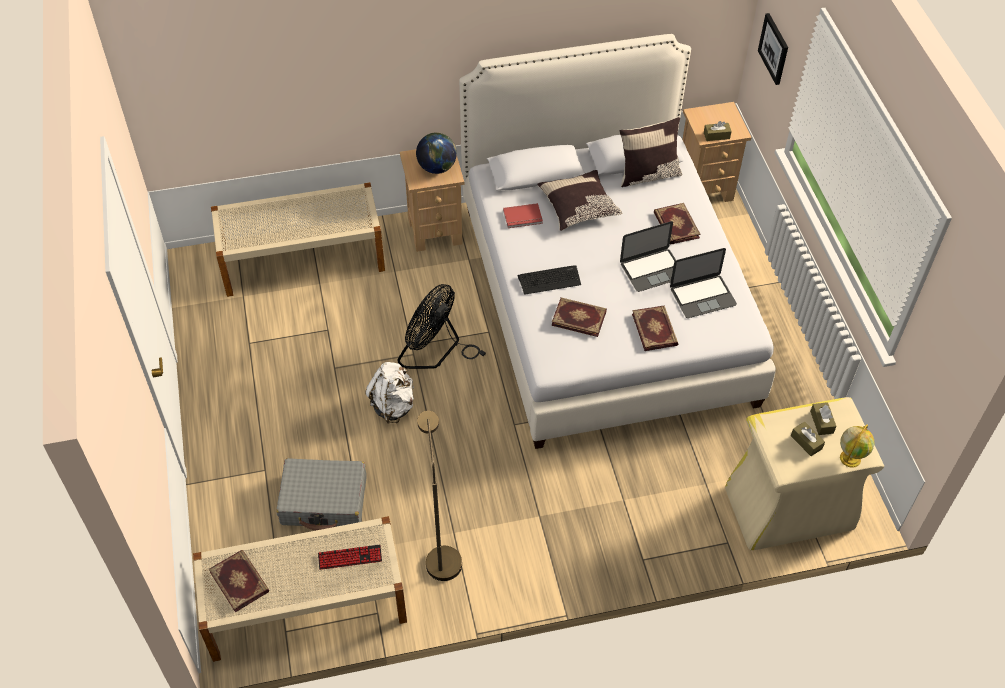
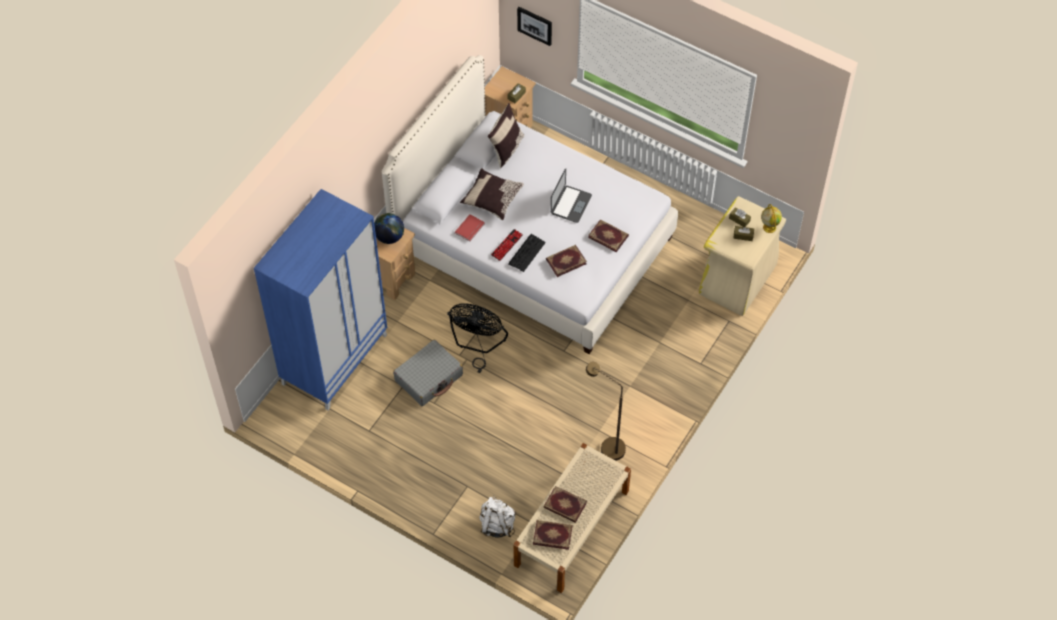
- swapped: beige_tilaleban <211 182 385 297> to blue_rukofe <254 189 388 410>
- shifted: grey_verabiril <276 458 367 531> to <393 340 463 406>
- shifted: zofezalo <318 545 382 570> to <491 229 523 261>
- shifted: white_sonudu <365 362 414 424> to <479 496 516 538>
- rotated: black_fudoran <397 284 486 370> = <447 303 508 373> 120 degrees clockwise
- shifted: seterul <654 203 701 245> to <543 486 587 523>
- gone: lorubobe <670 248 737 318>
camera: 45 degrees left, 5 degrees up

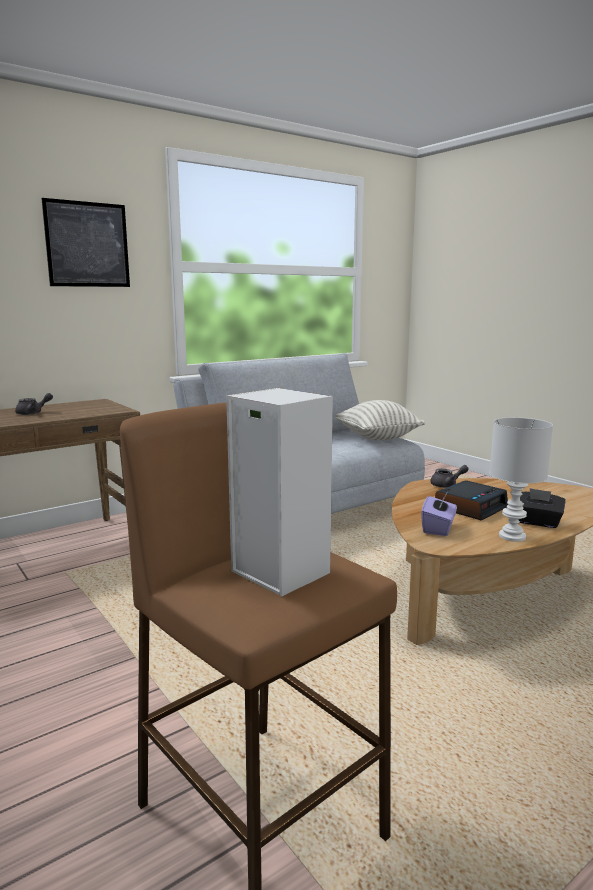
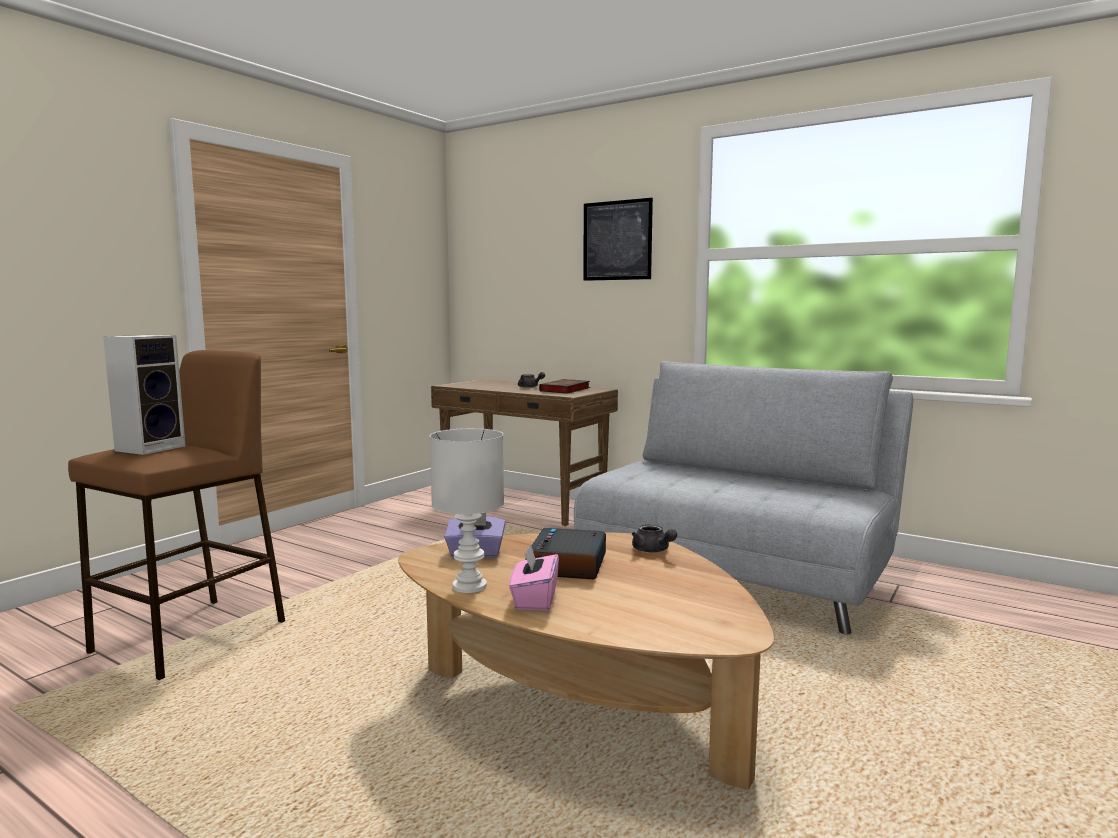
- gone: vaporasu <335 400 425 440>
- rotated: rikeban <435 481 508 521> = <525 528 606 579> 75 degrees clockwise
- repainted: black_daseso <518 488 566 528> to pink_daseso <509 544 559 611>
- new: seterul <539 379 590 394>
camera: 70 degrees right, 5 degrees down

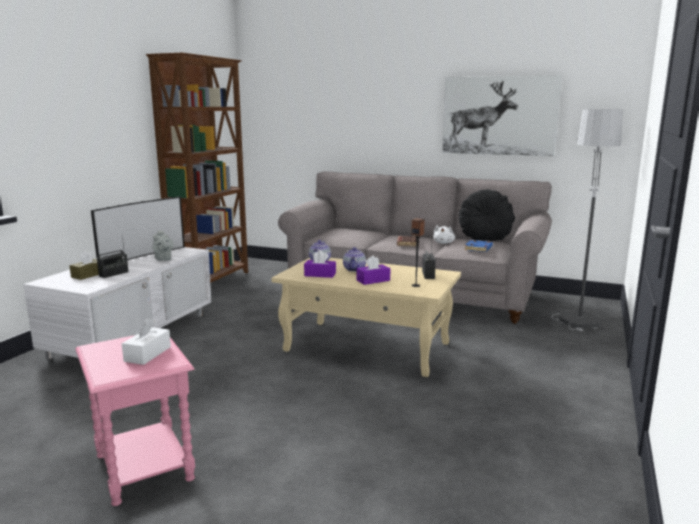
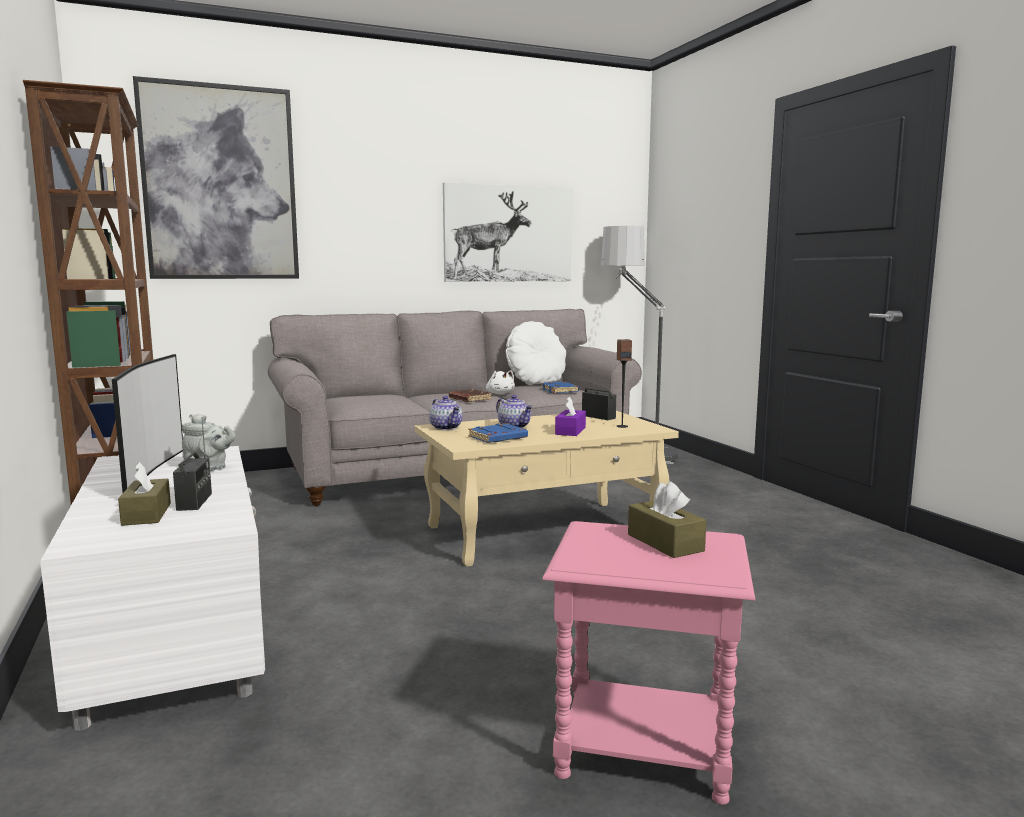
- repainted: white_daseso <122 319 171 365> to brown_daseso <628 481 706 558>
- swapped: purple_daseso <304 250 336 278> to blue_seterul <468 423 528 443>
- repainted: black_vaporasu <459 189 515 241> to white_vaporasu <506 321 566 385>
- new: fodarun <133 76 299 279>
camera: 45 degrees left, 5 degrees down

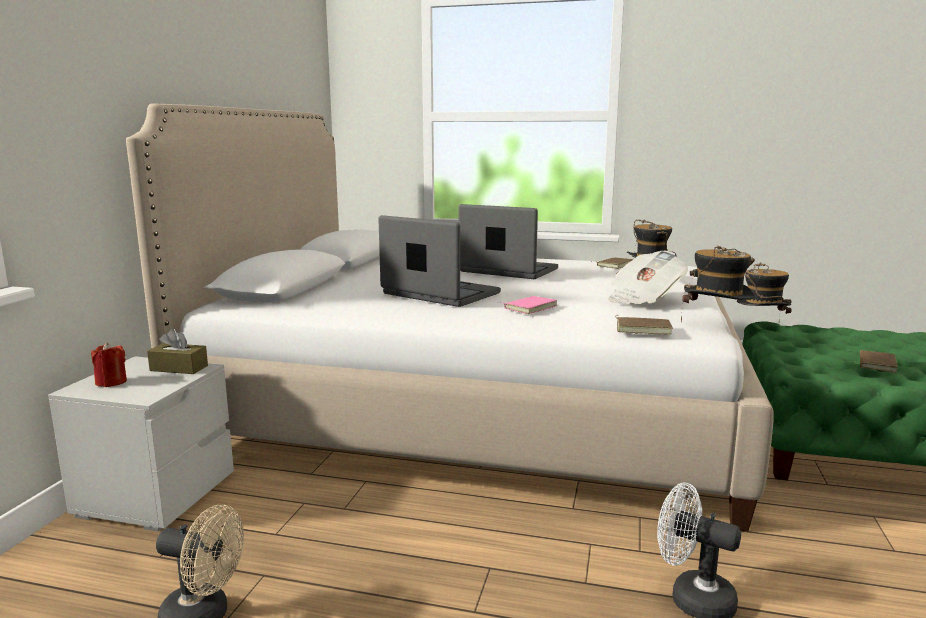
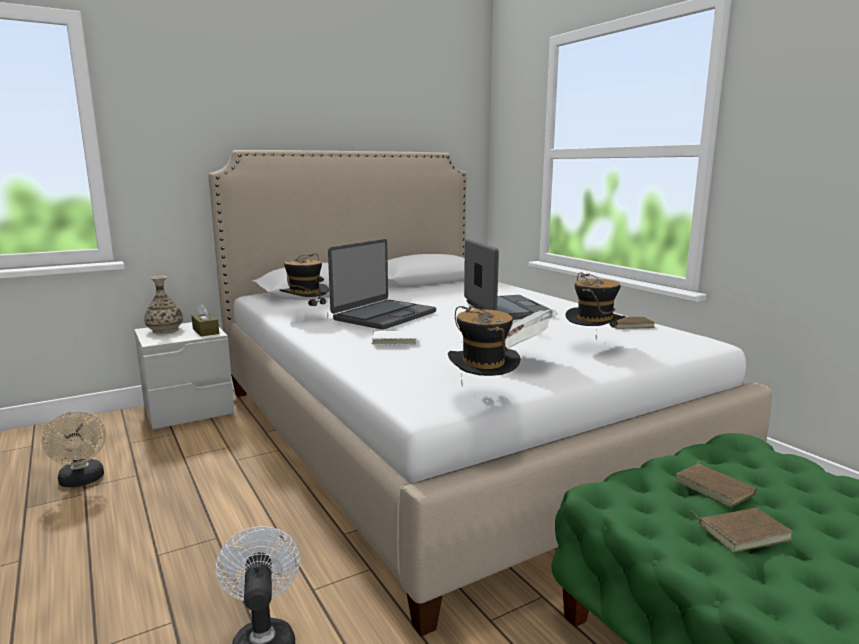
- swapped: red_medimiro <91 342 127 387> to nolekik <144 276 183 334>
- rotated: lorubobe <378 215 501 307> = <328 239 436 330> 45 degrees clockwise
- repainted: pink_seterul <497 296 557 314> to white_seterul <371 329 417 345>
- shifted: brown_seterul <615 315 673 335> to <675 461 757 507>
- shifted: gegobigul <737 262 792 322> to <280 254 329 317>
camera: 45 degrees right, 0 degrees up

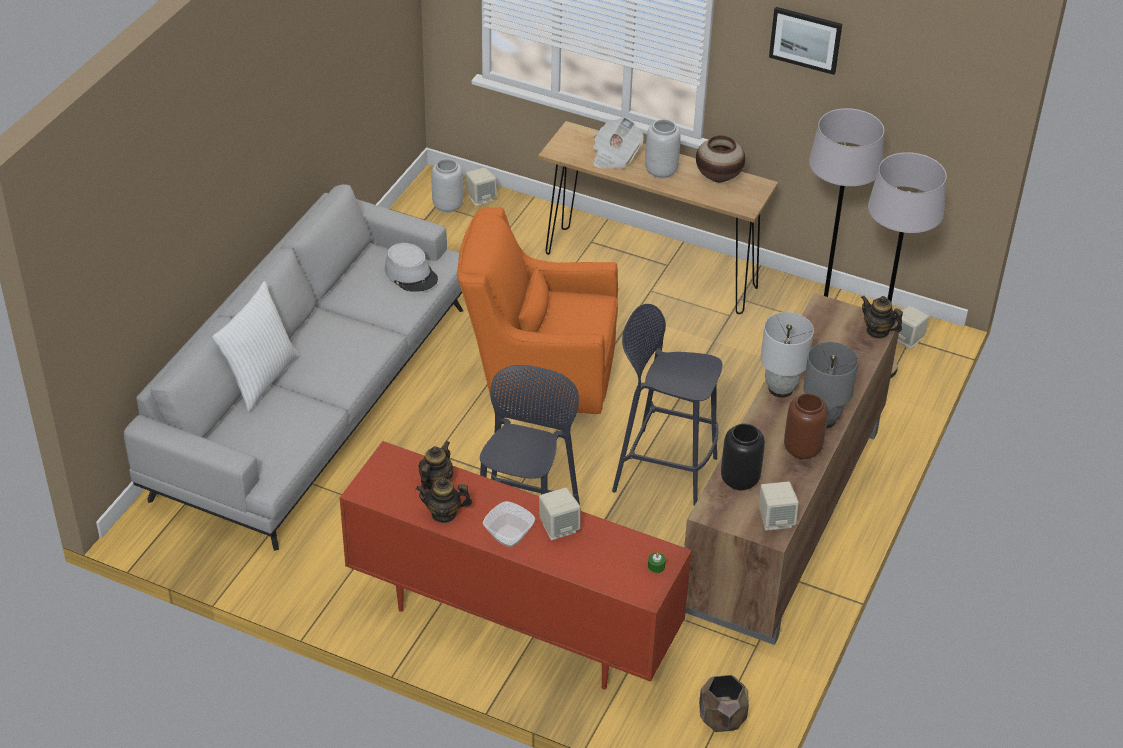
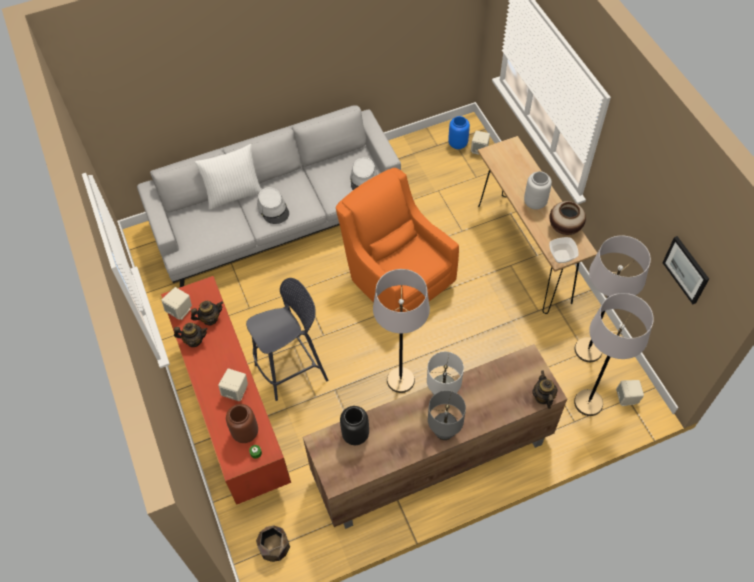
- rotated: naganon <416 478 472 523> = <174 323 208 347> 135 degrees clockwise
- repainted: grey_nolekik <431 159 463 213> to blue_nolekik <448 116 470 149>
- shifted: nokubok <483 501 535 547> to <549 237 579 263>
- gone: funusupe <593 117 644 169>
- swapped: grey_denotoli <612 304 722 506> to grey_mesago <373 269 430 393>
- shifted: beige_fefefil <759 481 799 531> to <161 287 192 320>
- shifted: fodarun <769 7 842 75> to <663 236 709 304>
- shifted: brown_nolekik <784 393 828 459> to <226 404 258 443>
- new: grey_gegobigul <257 187 289 224>
camera: 45 degrees right, 15 degrees up

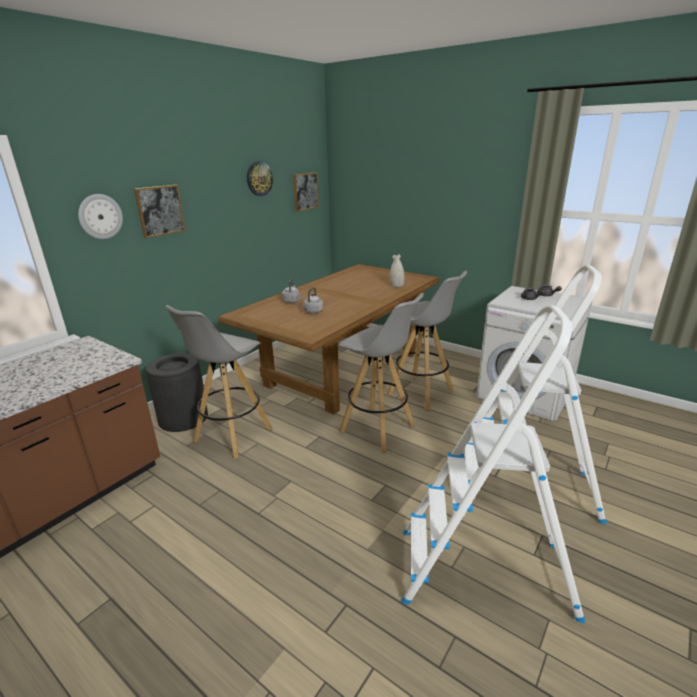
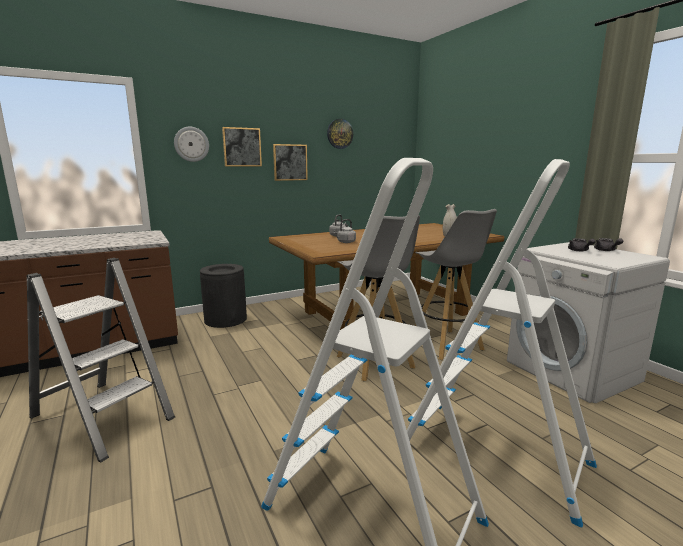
- gone: grey_denotoli <165 305 273 459>
- shifted: fodarun <293 172 319 211> to <273 144 308 181>
- new: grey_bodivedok <27 258 175 463>
camera: 25 degrees right, 10 degrees down

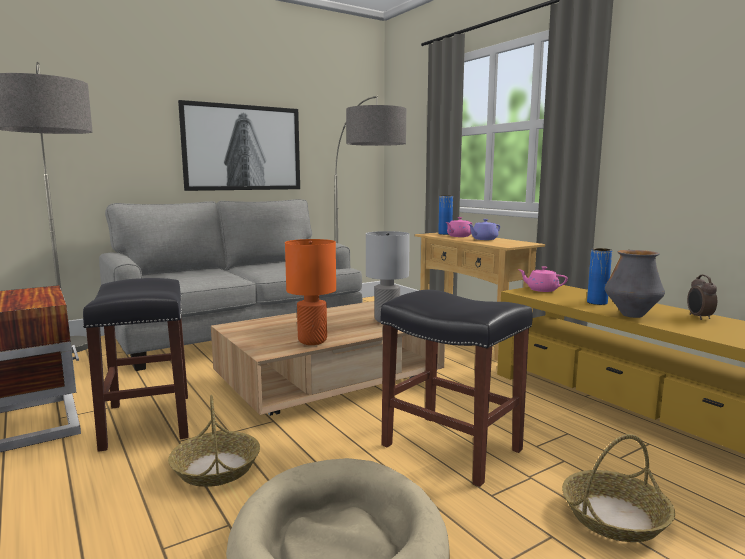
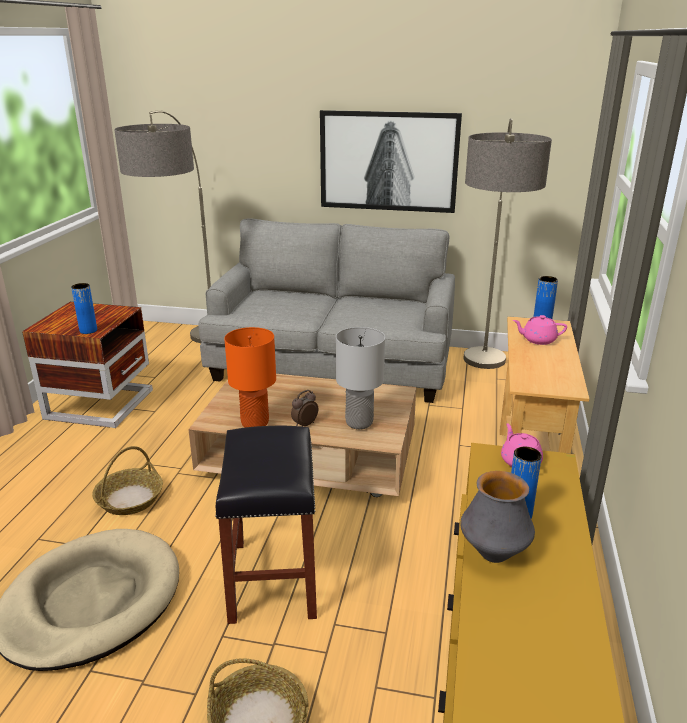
- gone: black_denotoli <83 278 189 452>
- gone: purple_naganon <468 219 500 240>
- shifted: rikeban <687 275 717 320> to <291 390 318 427>
- new: blue_nolekik <71 283 97 334>
camera: 45 degrees right, 15 degrees up

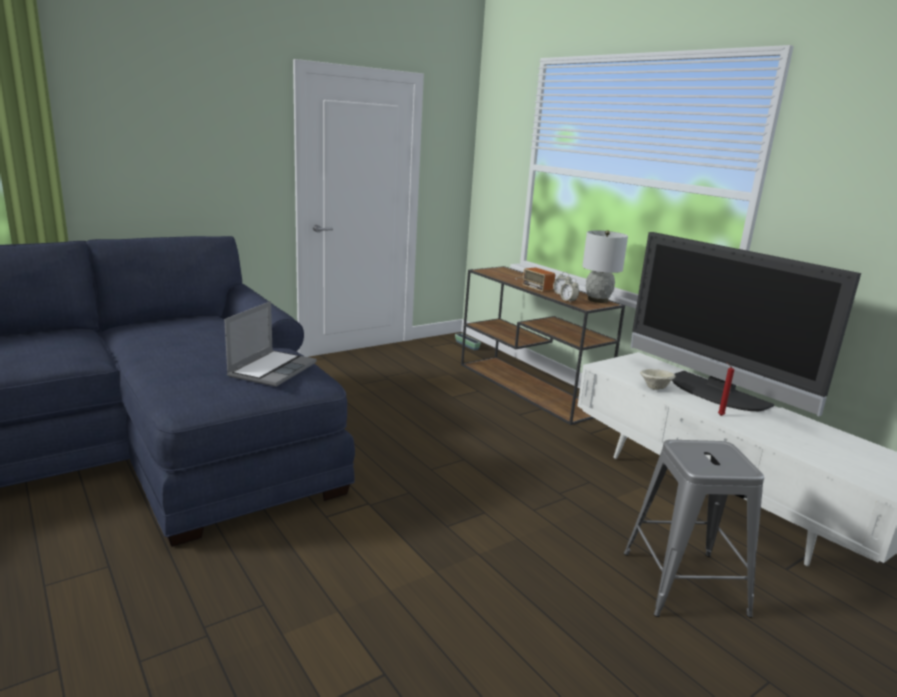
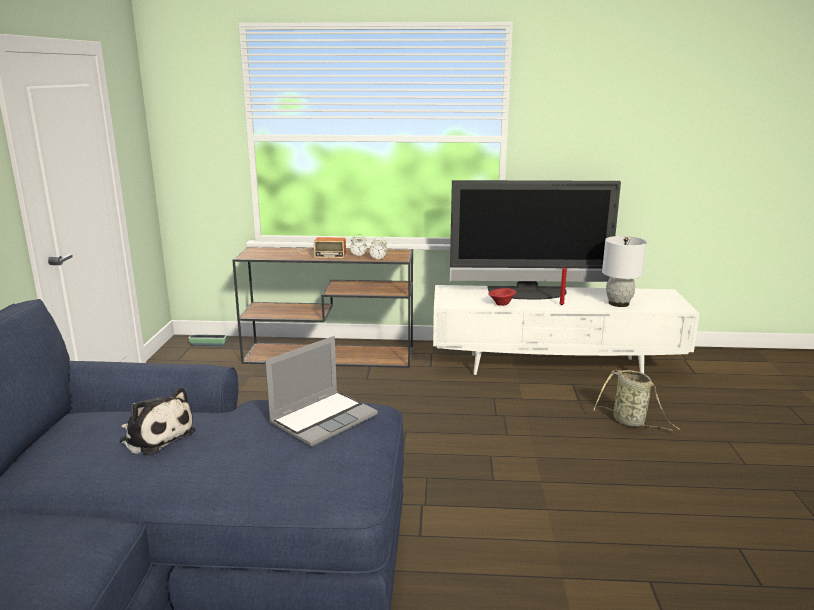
- rotated: lorubobe <224 301 316 387> = <265 336 378 447> 75 degrees clockwise
- shifted: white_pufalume <582 230 628 303> to <602 236 647 307>
- swapped: grey_denotoli <624 440 764 618> to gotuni <593 370 680 431>
- repainted: beige_nokubok <640 369 675 390> to red_nokubok <488 288 517 306>
- new: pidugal <120 388 196 456>
camera: 50 degrees left, 0 degrees up

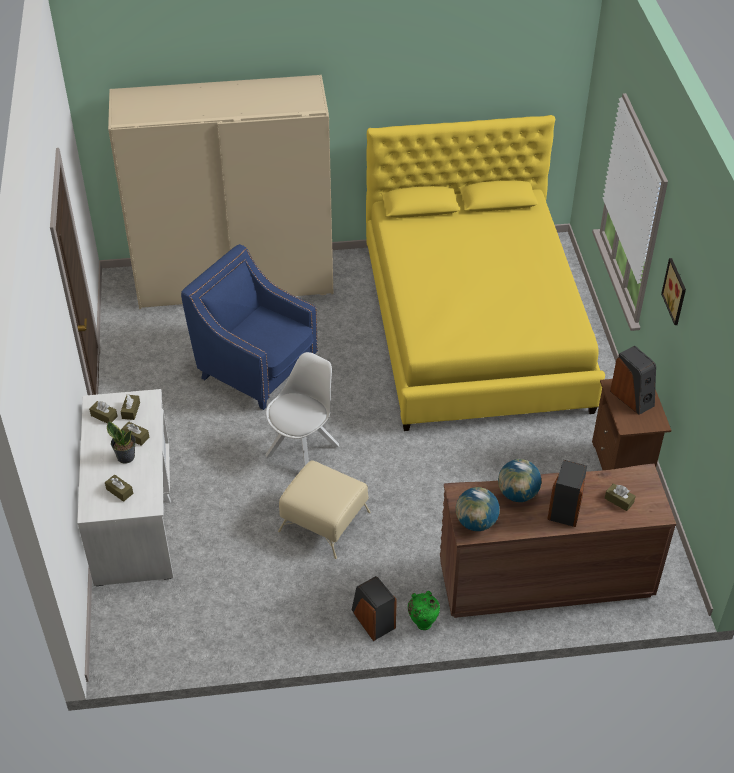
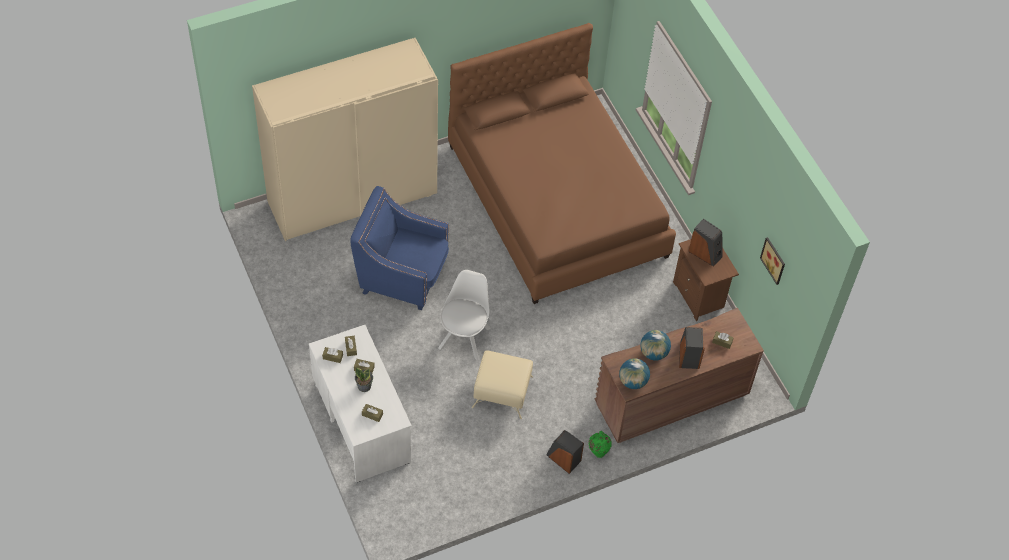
- repainted: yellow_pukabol <366 115 605 431> to brown_pukabol <448 23 676 304>
- shifted: fodarun <661 258 686 325> to <760 237 785 285>
camera: 20 degrees left, 10 degrees up

